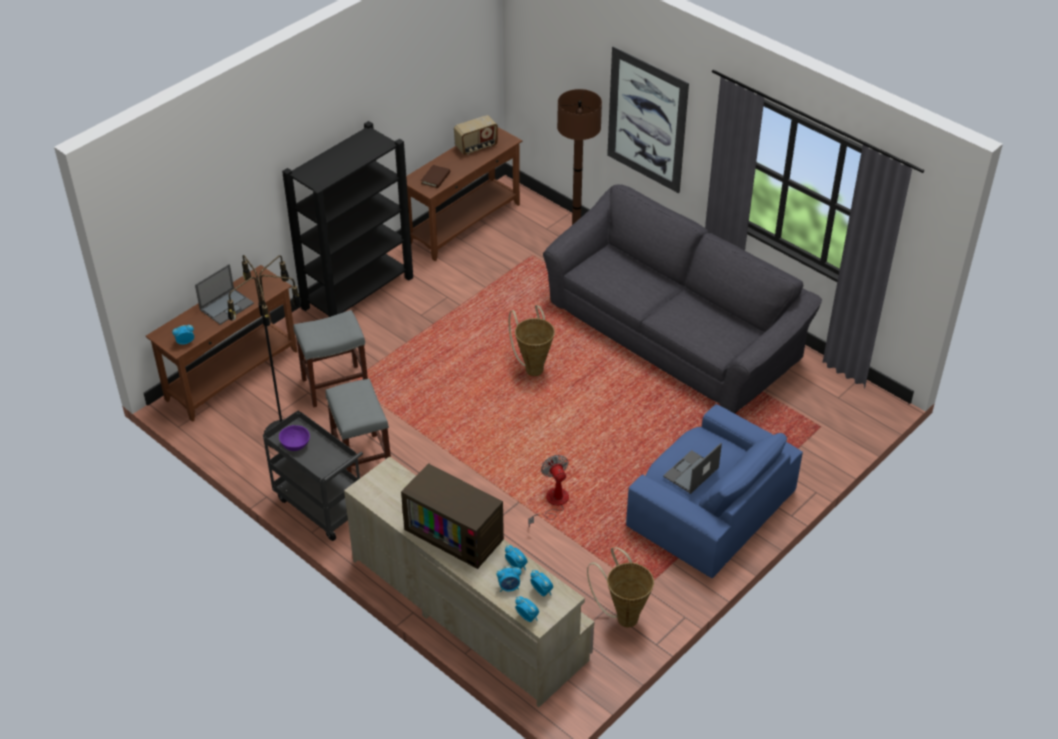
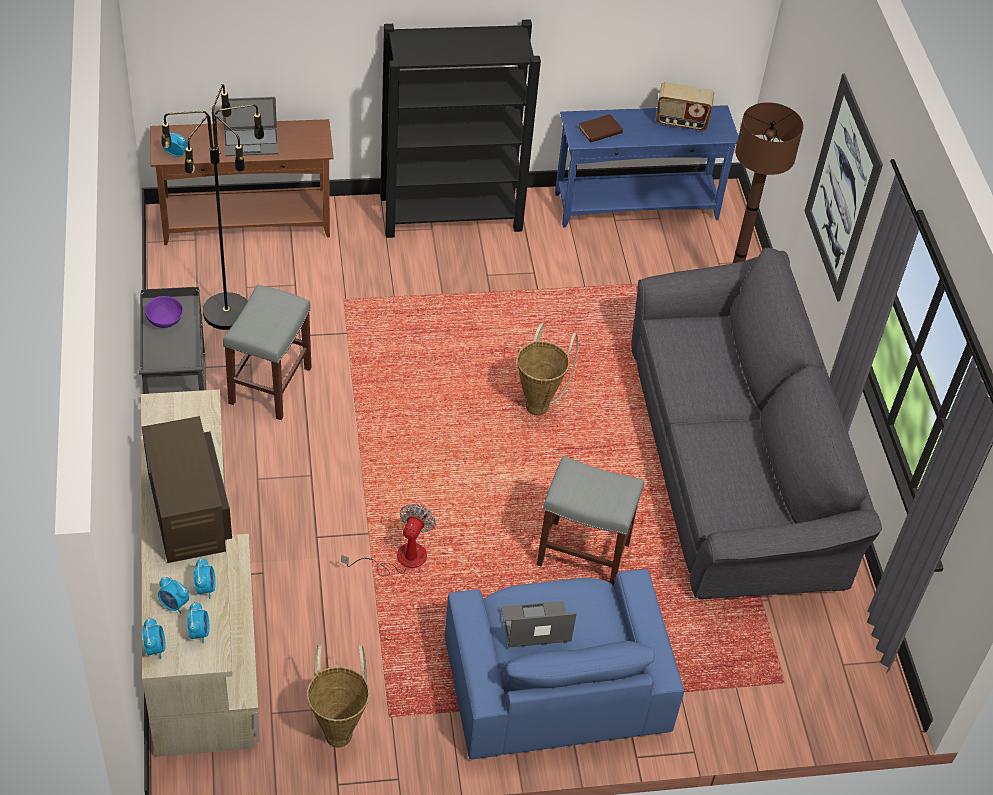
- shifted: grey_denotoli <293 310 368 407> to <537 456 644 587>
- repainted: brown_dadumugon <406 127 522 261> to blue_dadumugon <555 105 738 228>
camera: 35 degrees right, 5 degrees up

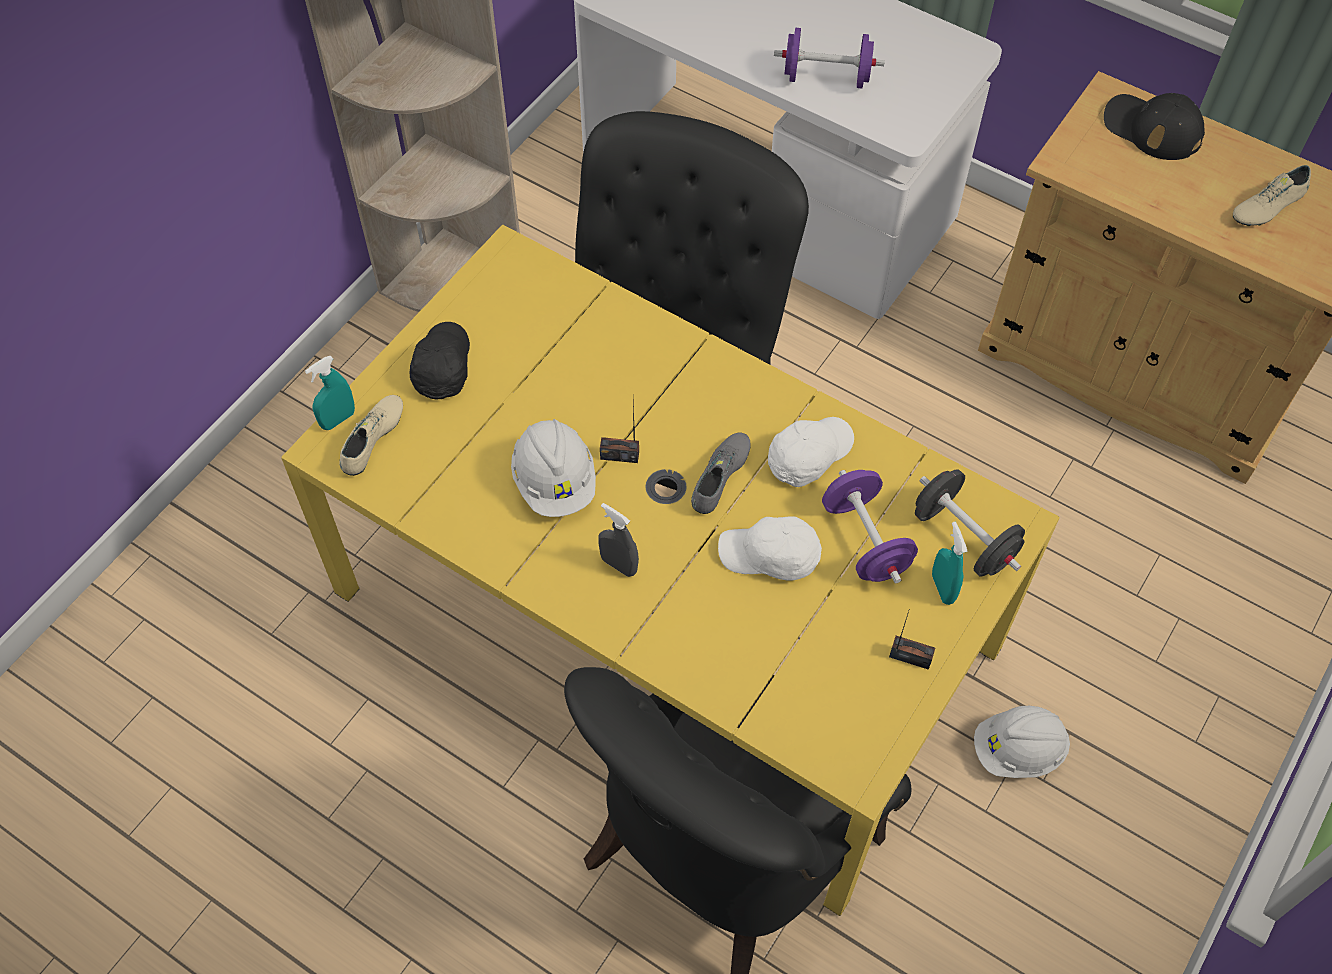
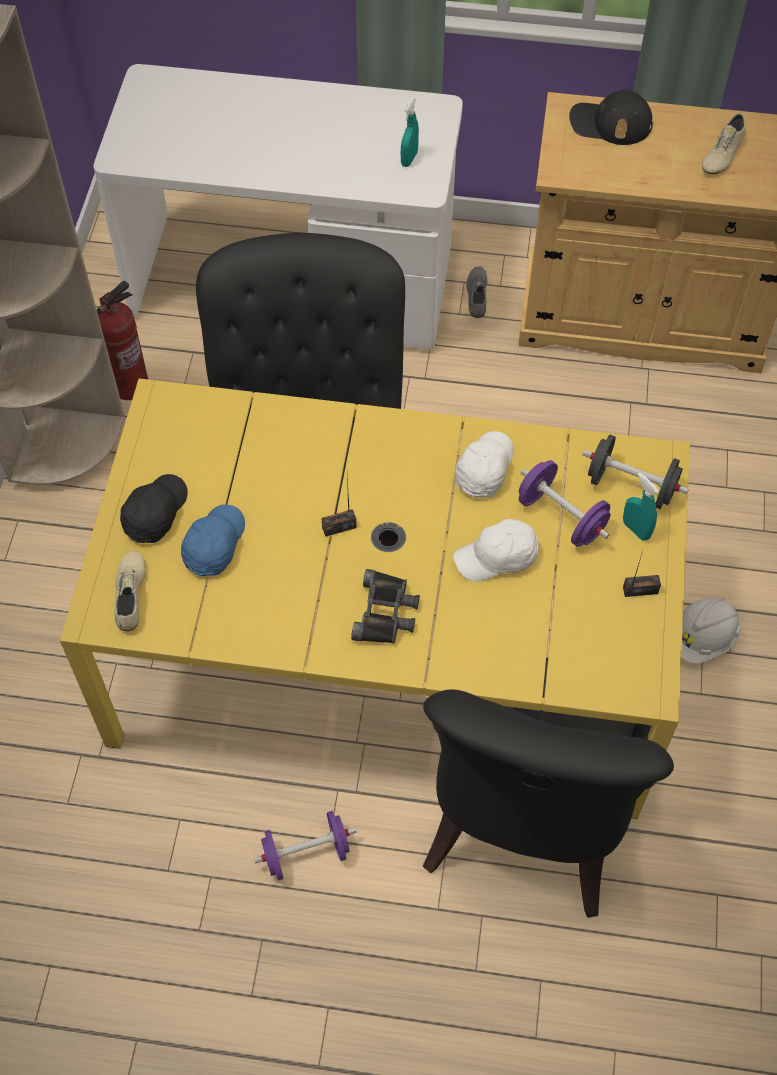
- shifted: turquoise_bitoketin <305 356 355 430> to <401 98 419 167>
- rotated: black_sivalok <409 322 470 399> = <120 474 188 543> 45 degrees clockwise
- gone: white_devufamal <511 419 596 517>
- swapped: grey_bitoketin <599 503 639 577> to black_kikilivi <351 569 420 644>
- shifted: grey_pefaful <691 433 751 514> to <466 266 487 318>
- shifted: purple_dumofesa <774 28 885 88> to <254 811 357 880>
- new: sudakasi <97 280 148 400>
- new: blue_sivalok <181 504 245 576>
camera: 25 degrees left, 0 degrees up

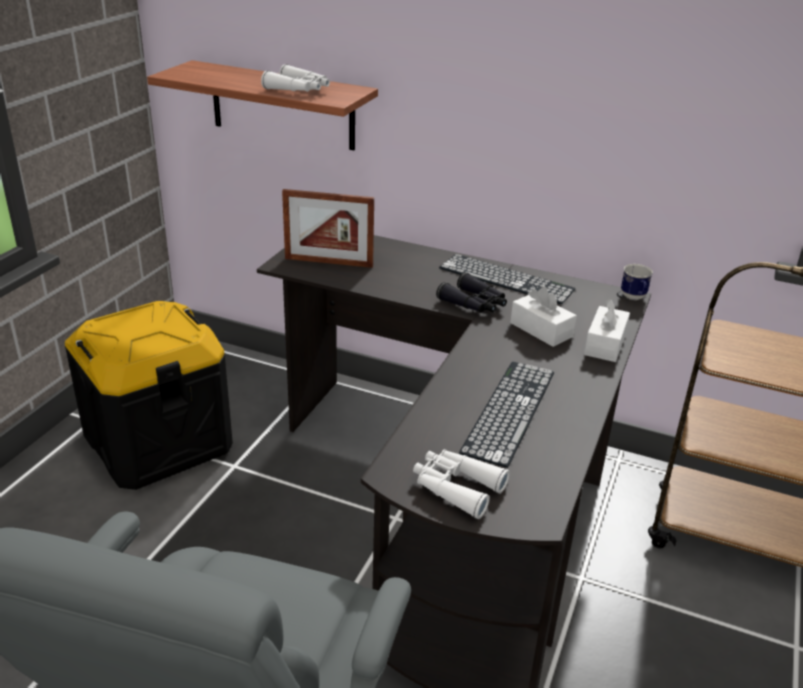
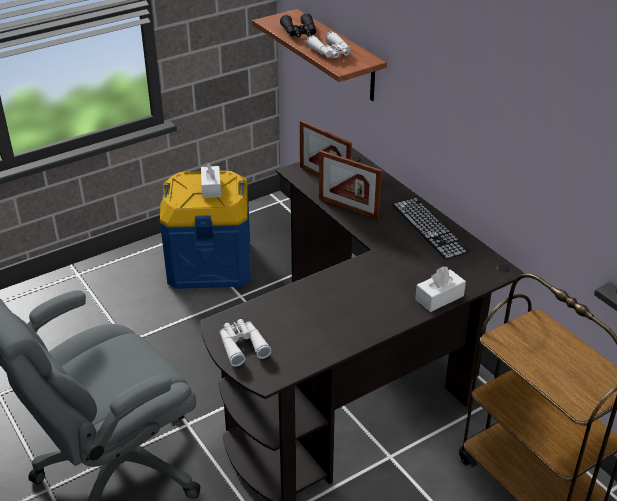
- repainted: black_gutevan <65 301 233 490> to blue_gutevan <160 171 250 289>
- shifted: black_kikilivi <436 272 507 313> to <280 13 316 38>
- gone: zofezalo <459 362 554 468>
- shifted: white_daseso <510 287 577 347> to <201 162 221 198>
- gone: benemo <621 264 653 300>
- new: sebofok <319 150 382 220>
camera: 35 degrees right, 5 degrees up

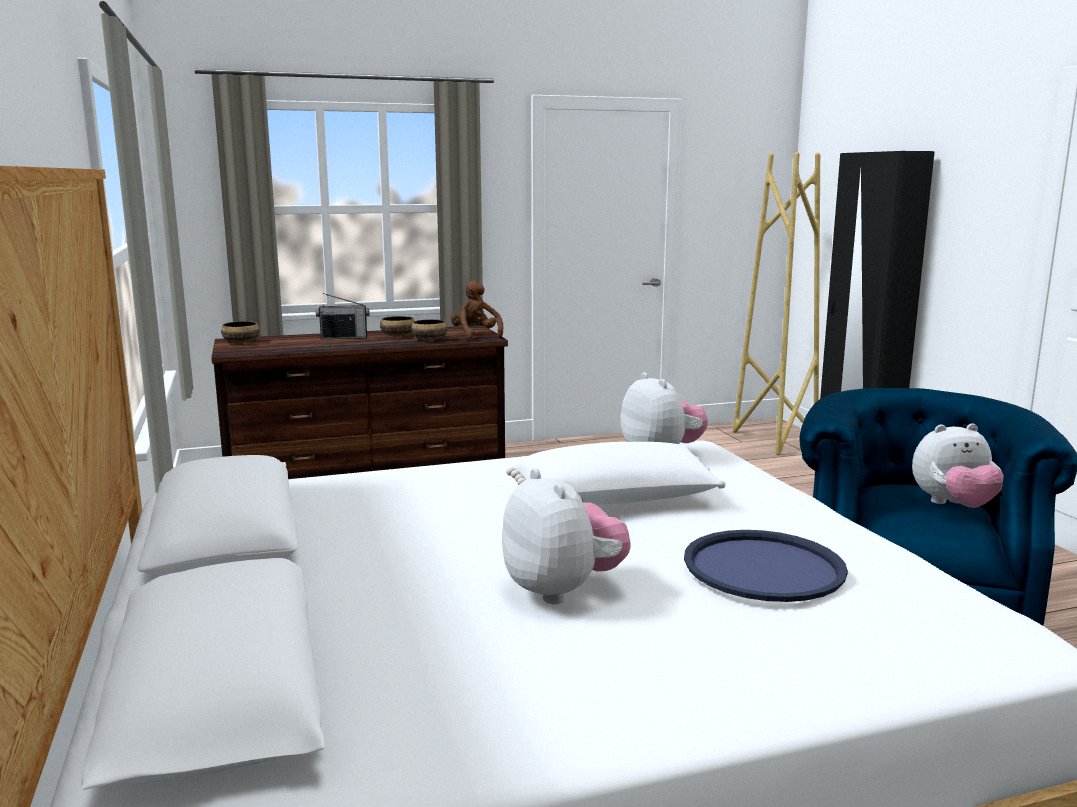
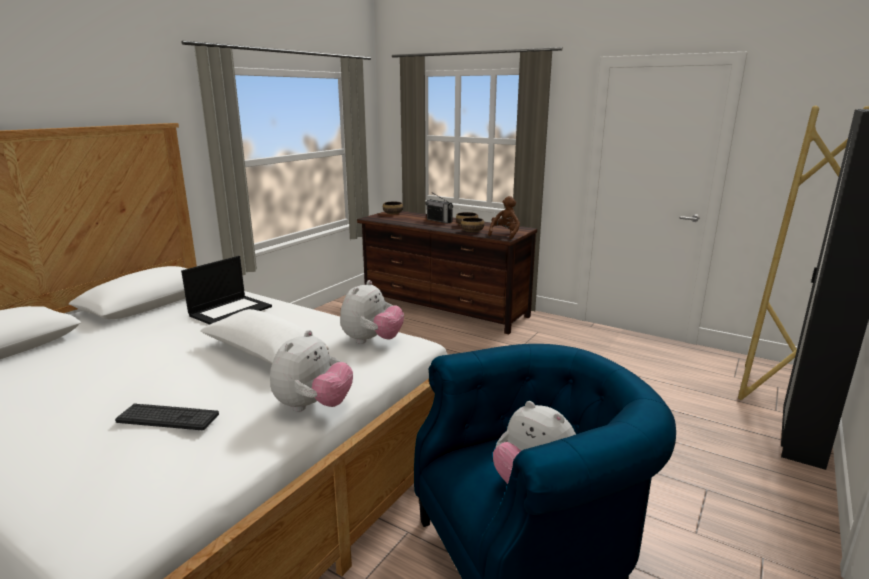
- shifted: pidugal <502 468 631 604> to <270 330 353 412>
- swapped: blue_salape <684 530 848 602> to zofezalo <115 403 219 430>
- new: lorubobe <181 256 272 325>
camera: 50 degrees right, 5 degrees up

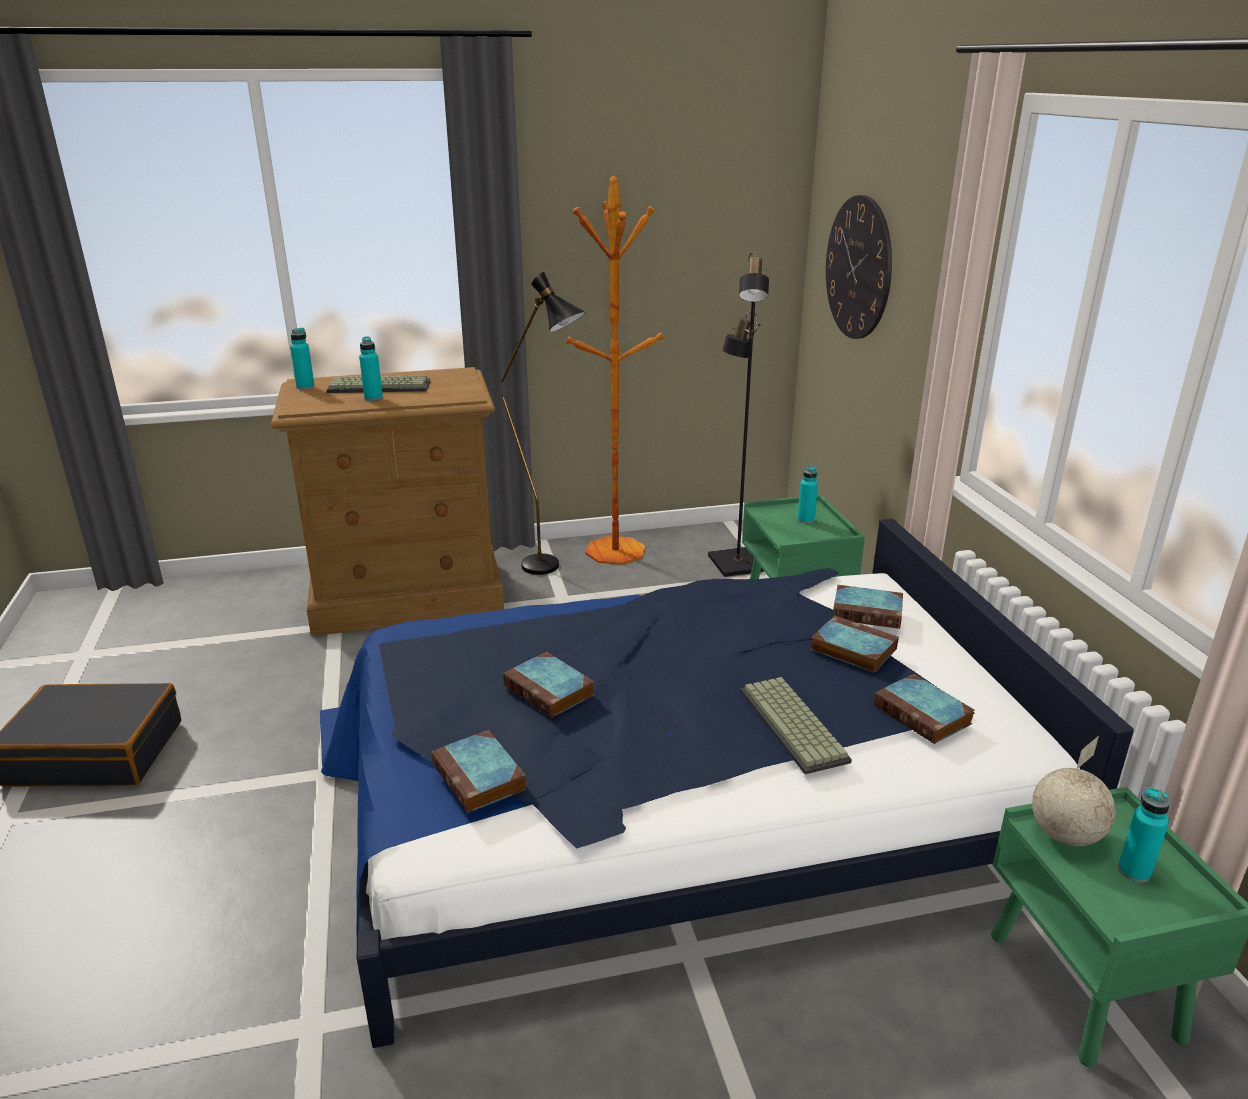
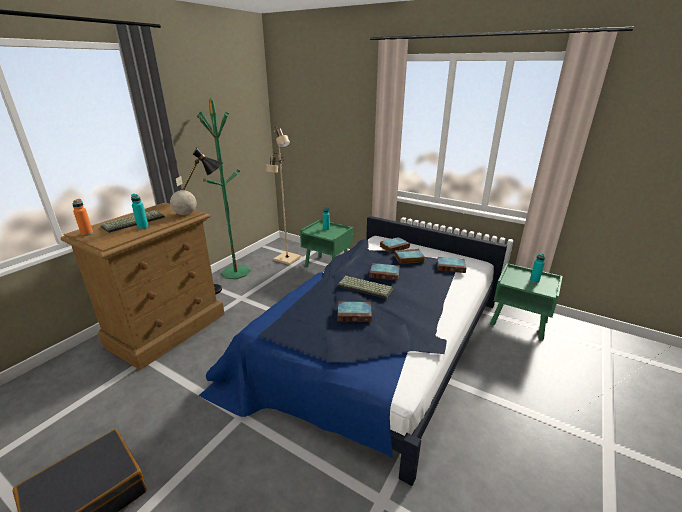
- repainted: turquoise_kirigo <290 328 315 390> to orange_kirigo <73 199 93 236>
- shifted: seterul <431 730 526 813> to <370 263 400 281>
- repainted: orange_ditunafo <566 176 664 565> to green_ditunafo <197 98 251 279>
- repainted: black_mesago <708 252 769 577> to beige_mesago <266 127 301 265>
- shifted: zofezalo <740 677 852 774> to <337 276 394 299>
- gone: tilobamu <826 195 892 339>
- shifted: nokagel <1032 736 1115 846> to <170 176 197 215>
camera: 45 degrees left, 0 degrees up

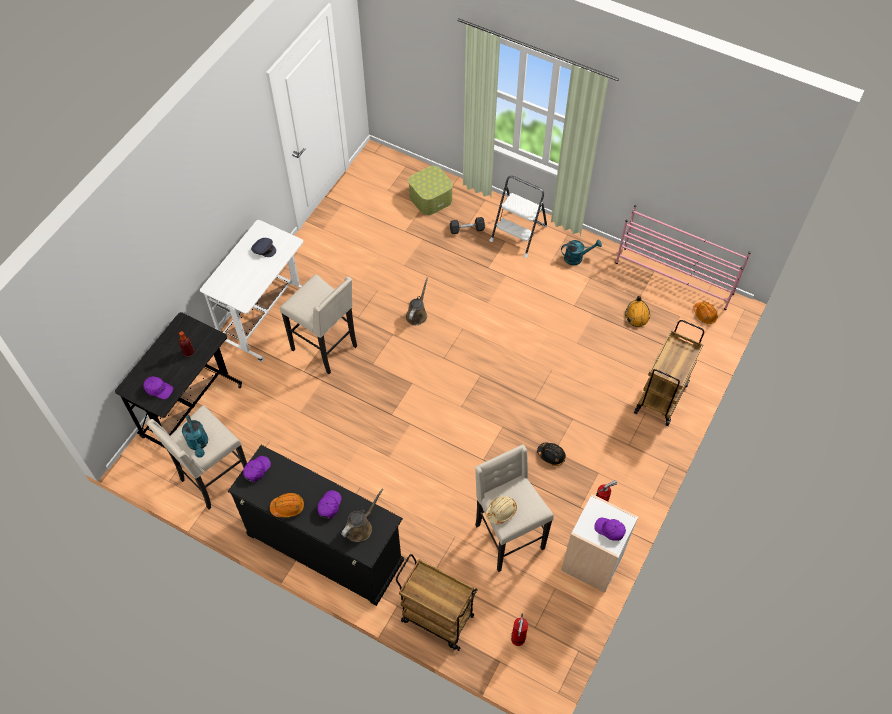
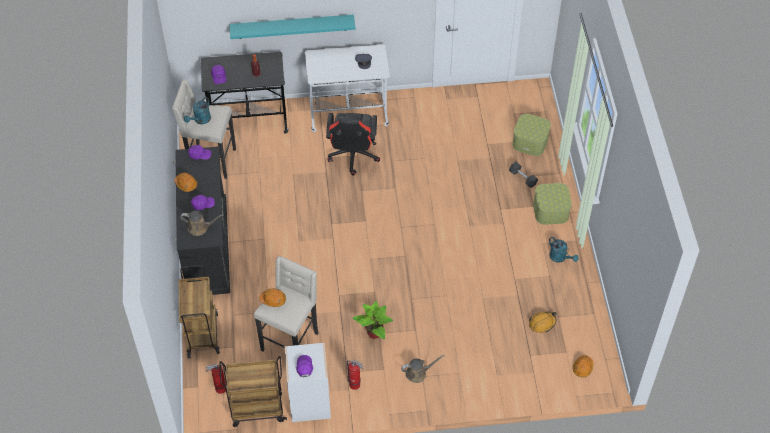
- swapped: beige_denotoli <280 274 357 374> to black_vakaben <326 113 380 176>
- shifted: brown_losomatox <406 278 428 325> to <401 355 445 383>
- repainted: beige_devufamal <486 496 517 525> to orange_devufamal <259 289 286 307>
- swapped: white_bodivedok <489 176 548 258> to gutevan <533 183 572 225>
- swapped: black_devufamal <537 442 566 466> to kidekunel <353 301 393 339>
- gone: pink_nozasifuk <616 205 751 310>
- shifted: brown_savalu <634 320 704 426> to <219 356 287 427>
- new: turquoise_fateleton <229 14 355 39>
camera: 55 degrees right, 5 degrees down

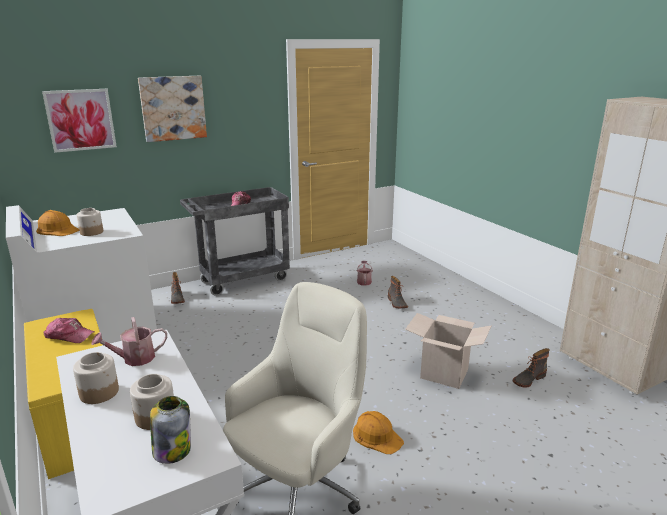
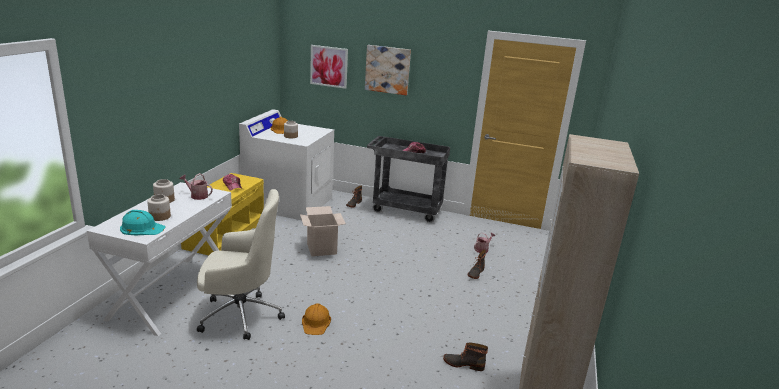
- swapped: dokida <150 396 191 464> to turquoise_devufamal <120 210 166 235>
- shifted: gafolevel <405 313 492 389> to <300 206 346 256>
camera: 45 degrees right, 0 degrees up

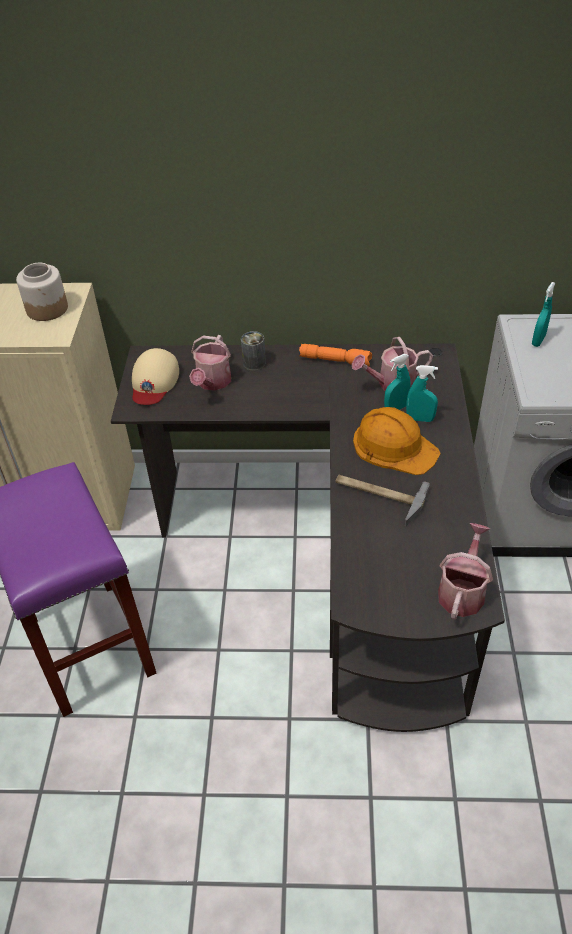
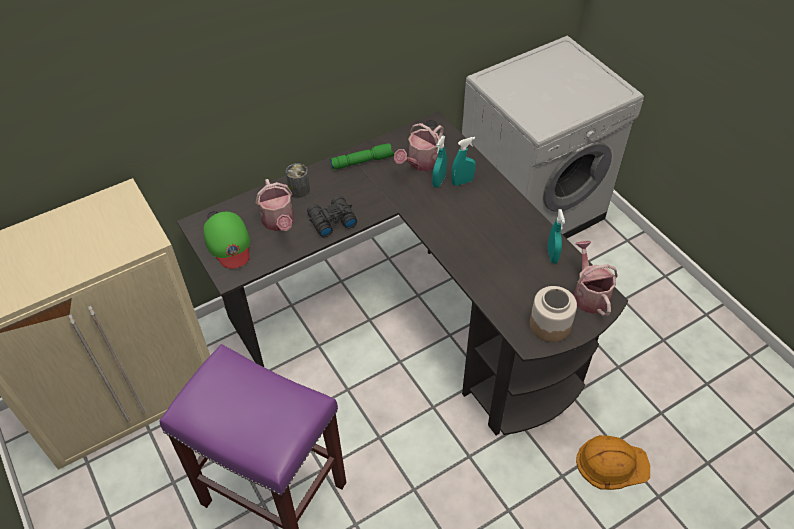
- shifted: dokida <16 263 68 321> to <530 286 577 342>
- repainted: beige_sivalok <132 348 179 405> to green_sivalok <203 212 250 269>
- repainted: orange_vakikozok <299 344 372 367> to green_vakikozok <330 143 394 170>
- gone: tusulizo <336 475 430 527>
- shifted: orange_devufamal <353 407 441 475> to <576 435 650 490>
- shifted: turquoise_bitoketin <532 282 555 347> to <547 209 565 263>
- new: black_kikilivi <307 196 357 237>
camera: 35 degrees left, 5 degrees up

